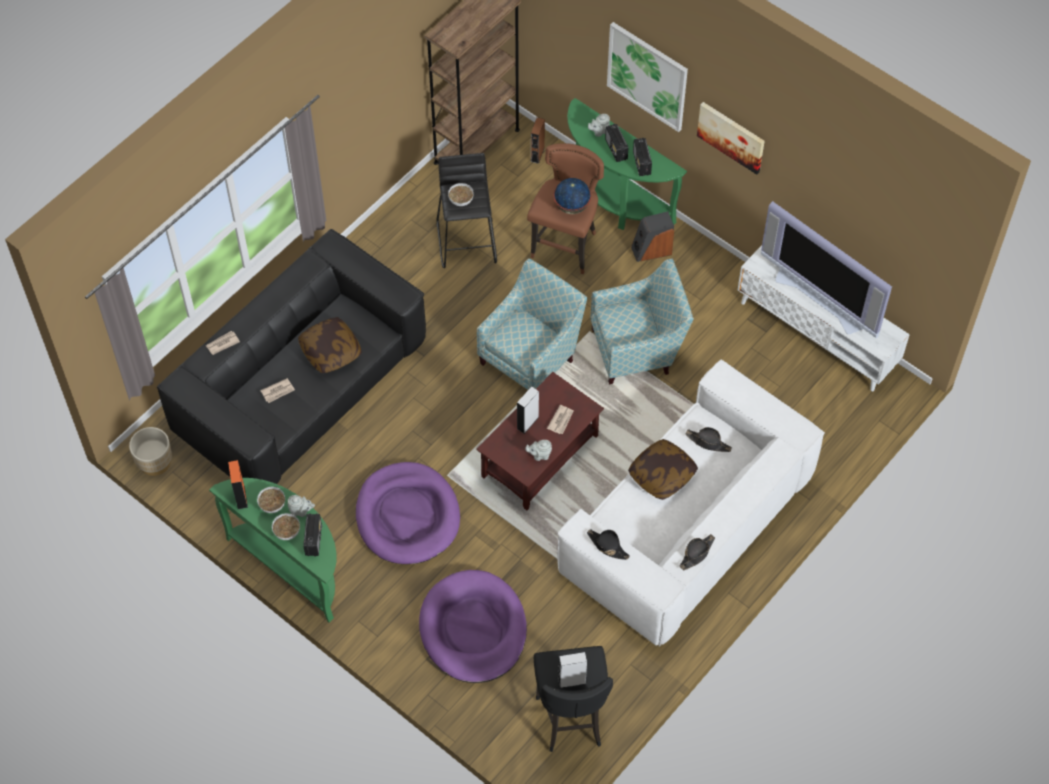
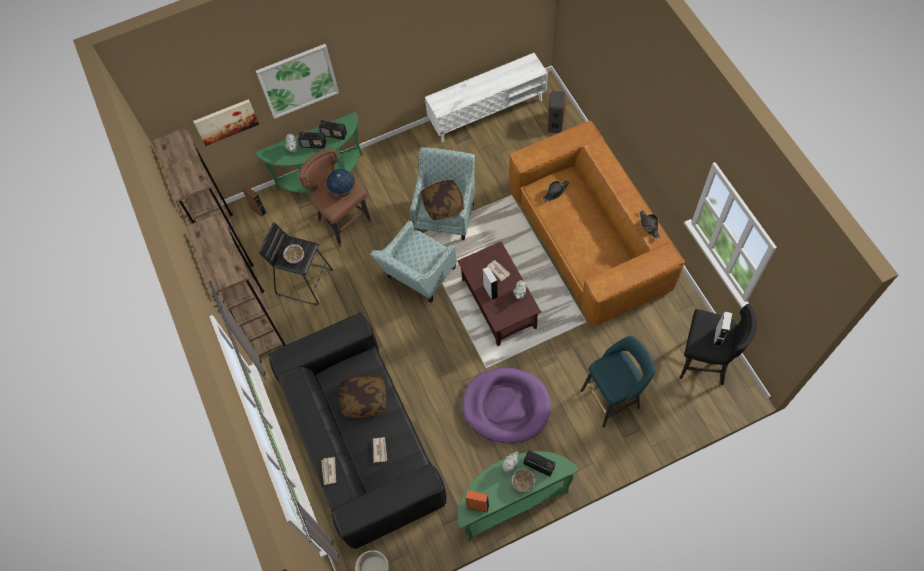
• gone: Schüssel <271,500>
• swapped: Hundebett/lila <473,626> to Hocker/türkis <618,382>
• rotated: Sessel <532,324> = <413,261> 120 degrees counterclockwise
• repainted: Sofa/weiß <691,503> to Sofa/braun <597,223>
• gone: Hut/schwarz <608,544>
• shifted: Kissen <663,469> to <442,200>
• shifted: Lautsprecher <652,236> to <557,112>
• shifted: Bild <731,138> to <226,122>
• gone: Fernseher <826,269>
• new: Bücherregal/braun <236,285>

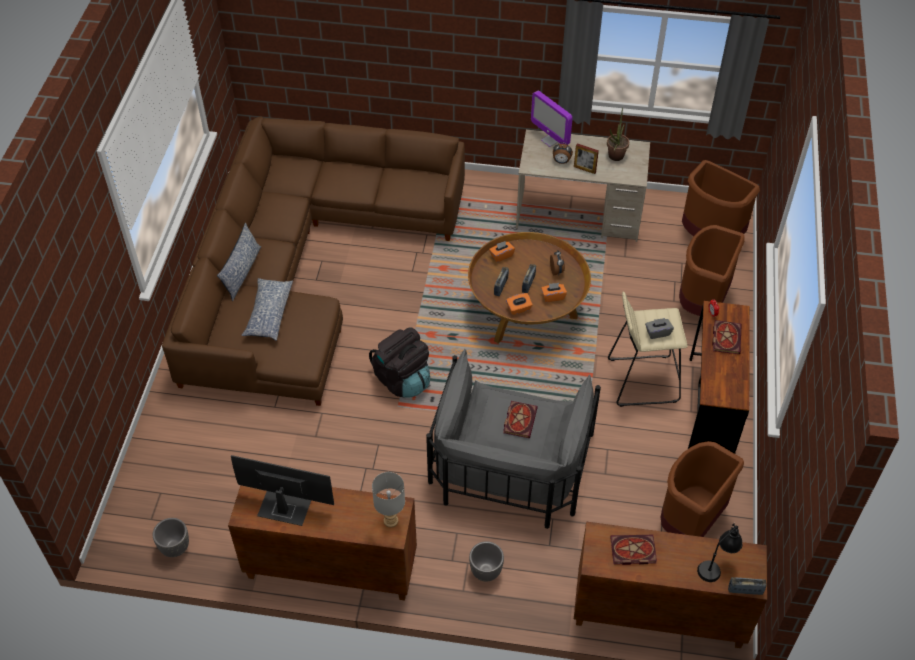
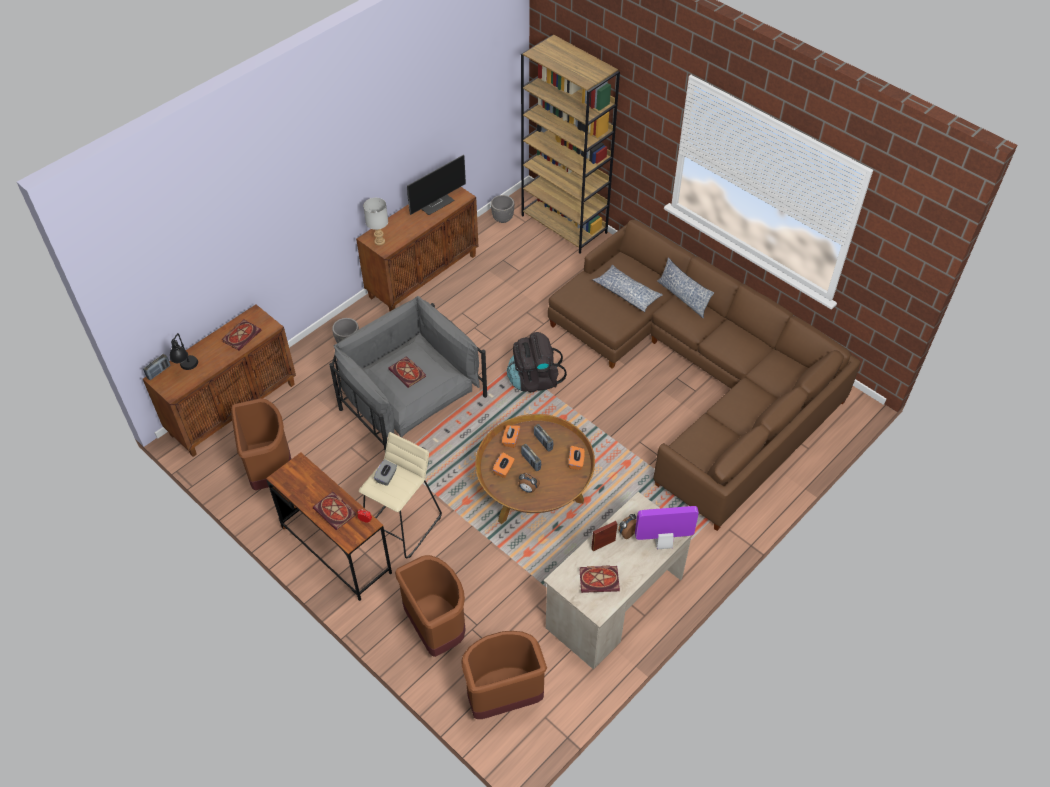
• swapped: Topfpflanze <618,134> to Buch <599,579>
• new: Bücherregal/braun <570,144>

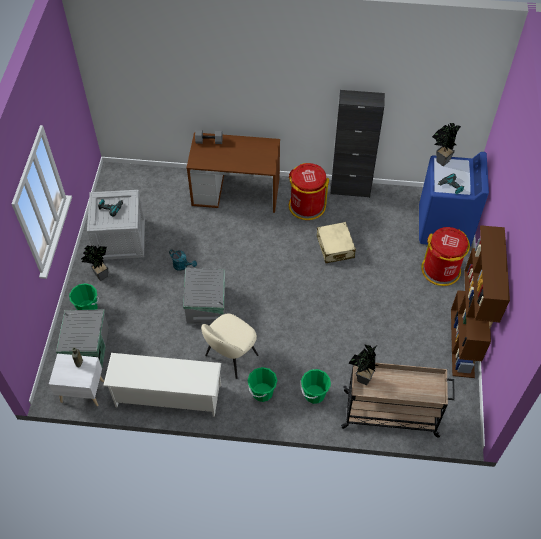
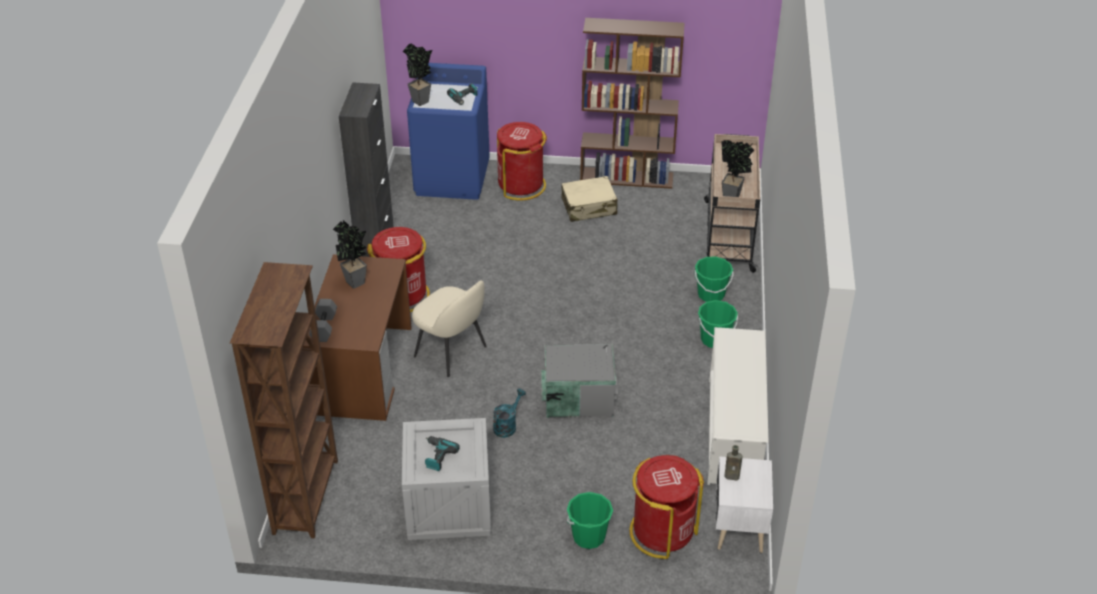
• swapped: Aufbewahrungsbox/grau <82,338> to Mülleimer/rot <667,507>
• shifted: Topfpflanze <94,263> to <350,254>
• shifted: Stuhl/beige <229,346> to <449,328>
• shifted: Koffer/beige <336,242> to <589,199>
• new: Bücherregal/braun <284,400>

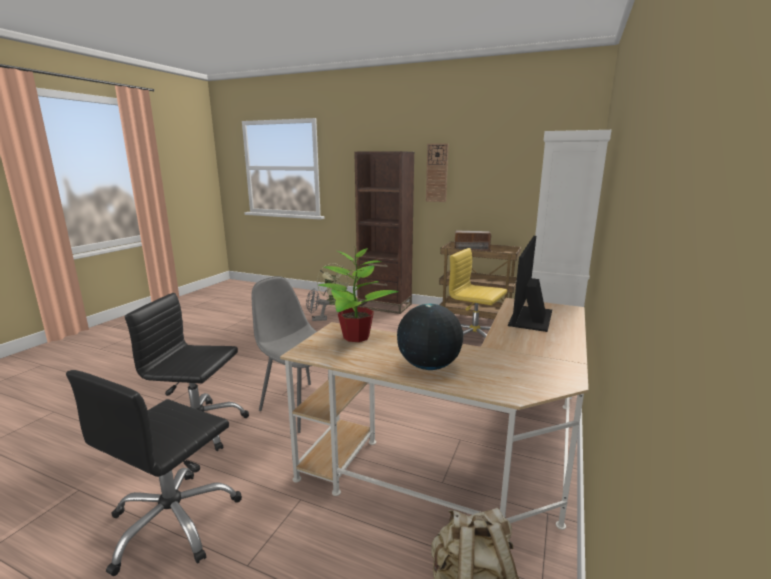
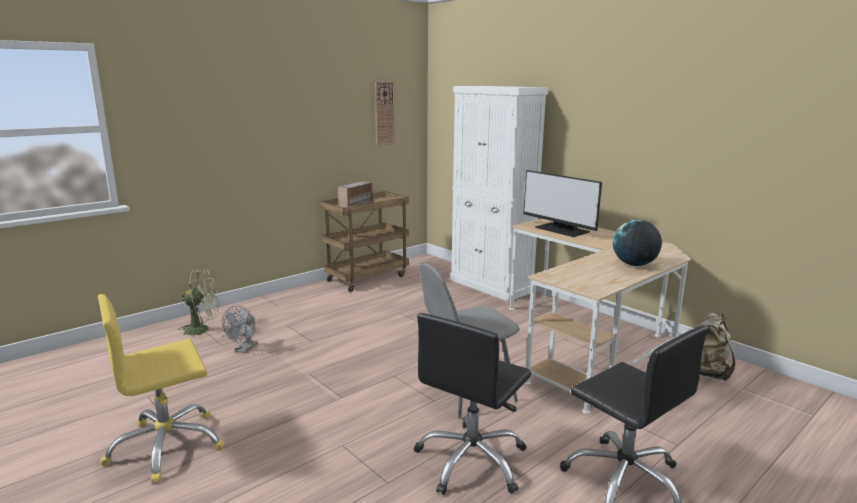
• gone: Topfpflanze <358,294>
• gone: Bücherregal/braun <384,232>
• shifted: Wanduhr <437,172> to <385,113>
• shifted: Bürostuhl/gelb <478,293> to <161,388>

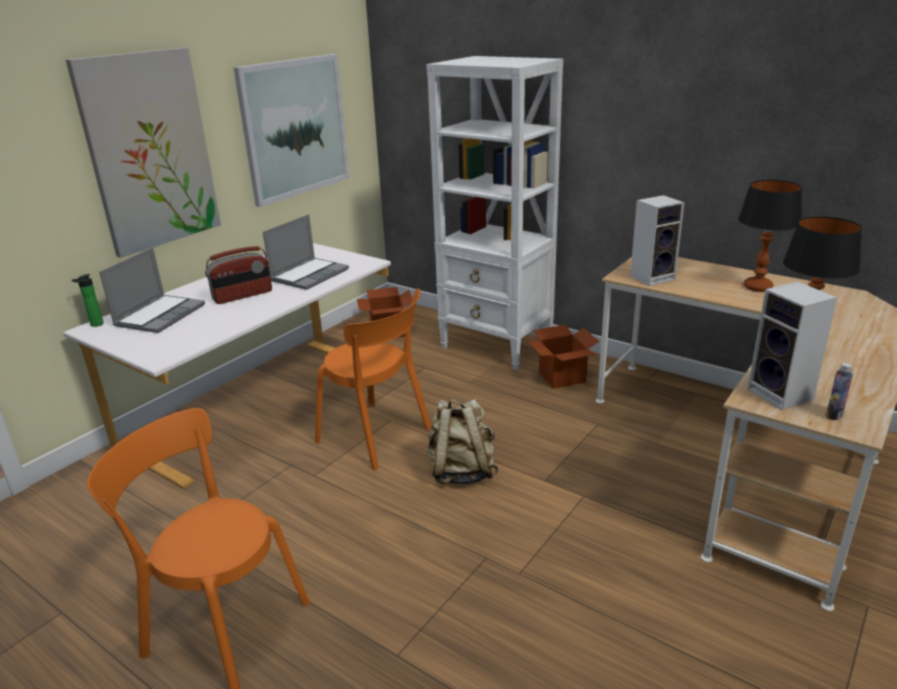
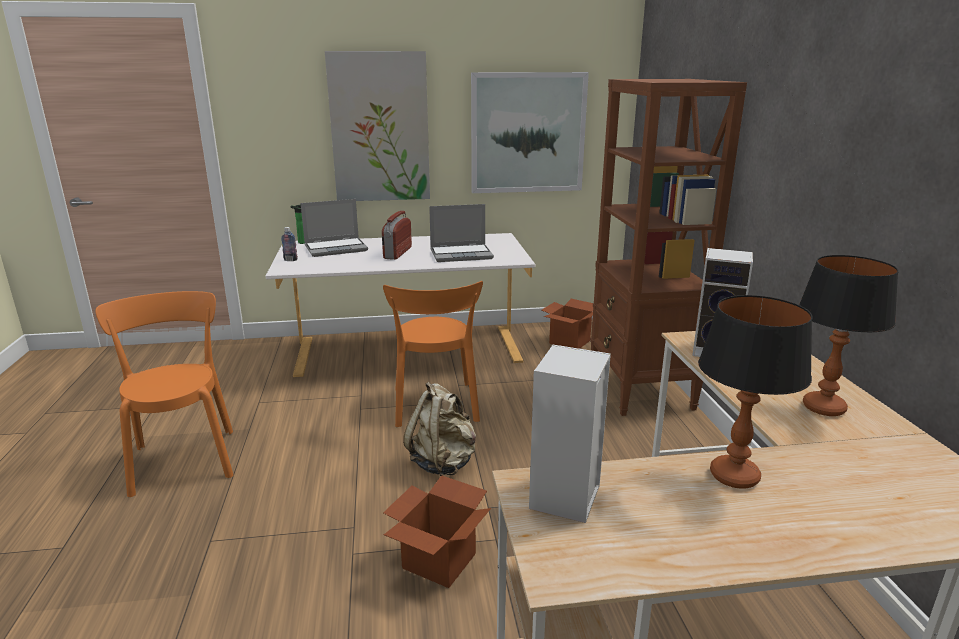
• rotated: Radio <238,275> = <397,235> 90 degrees clockwise
• repainted: Bücherregal/weiß <494,213> to Bücherregal/braun <668,247>
• shifted: Karton <563,357> to <437,531>
• shifted: Flasche <839,391> to <289,244>

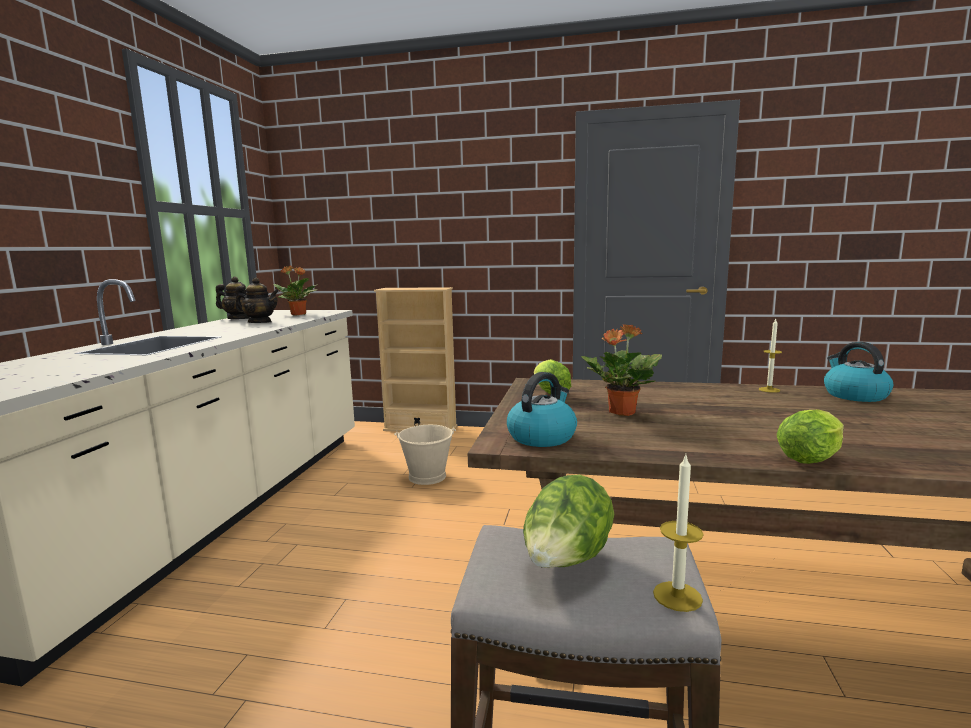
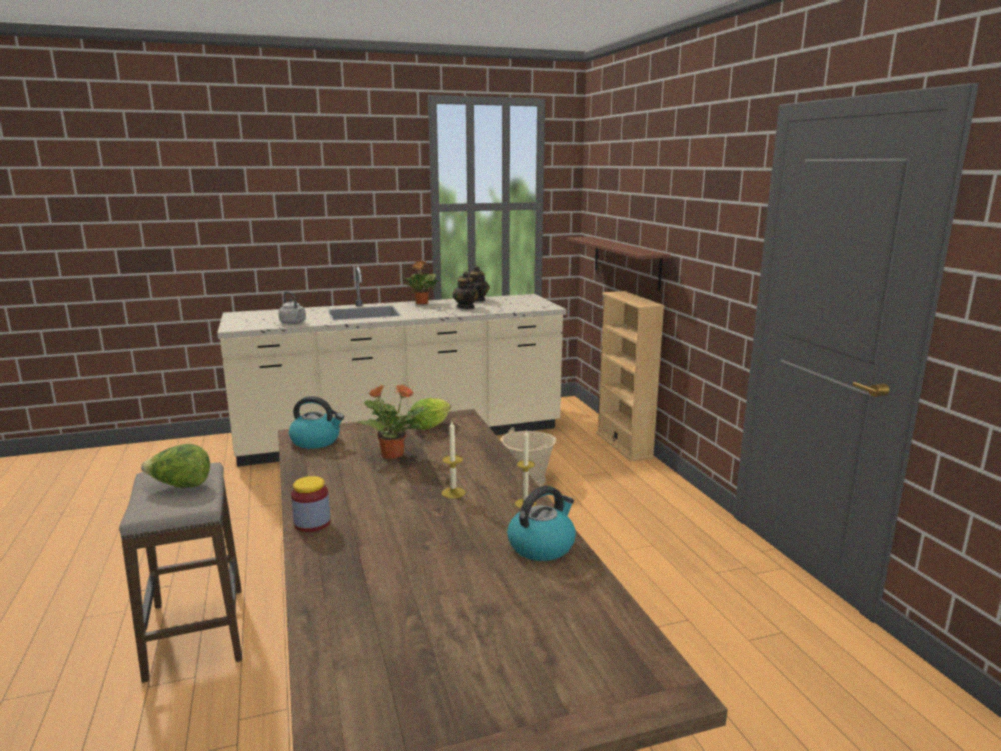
• shifted: Topfpflanze <295,290> to <420,282>
• shifted: Kerze <678,532> to <453,460>
• swapped: Salatkopf <810,437> to Vorratsglas <311,504>
• new: Wasserkessel/grau <292,308>
• new: Wandregal/braun <619,264>

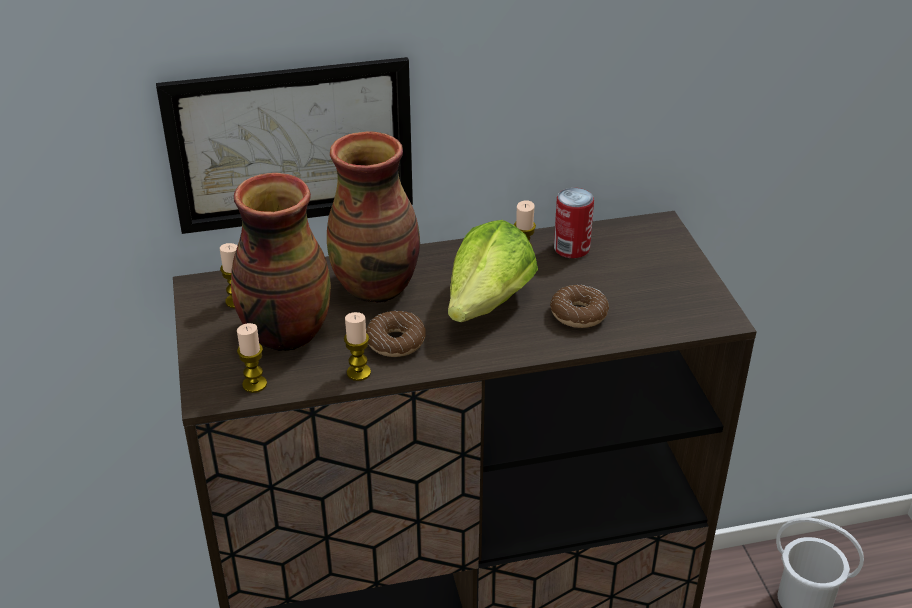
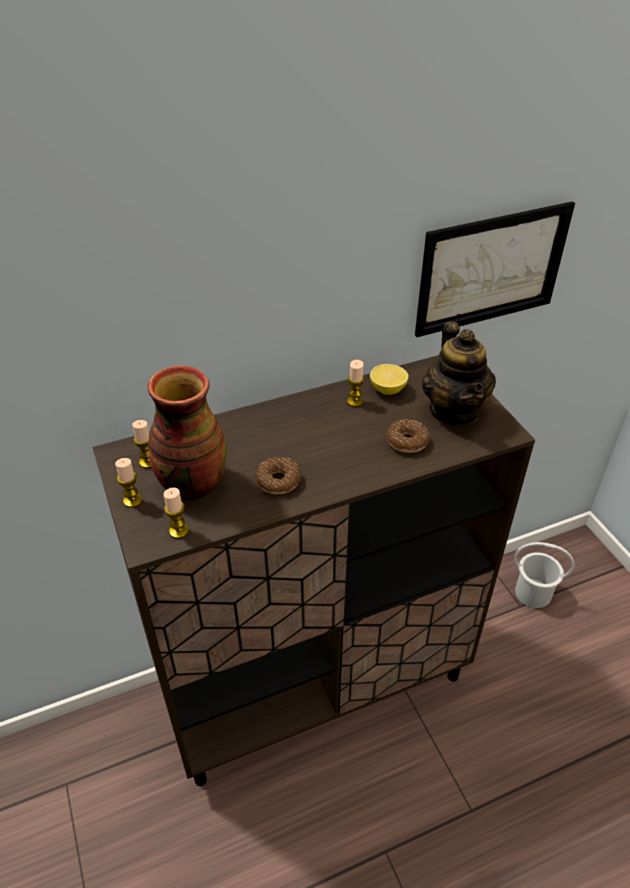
• shifted: Bild <284,145> to <495,269>
• gone: Vase <373,217>
• shifted: Kerze <357,346> to <128,483>
• gone: Salatkopf <493,271>
• swapped: Dose <574,223> to Zitrone <389,379>
• new: Teekanne <459,374>

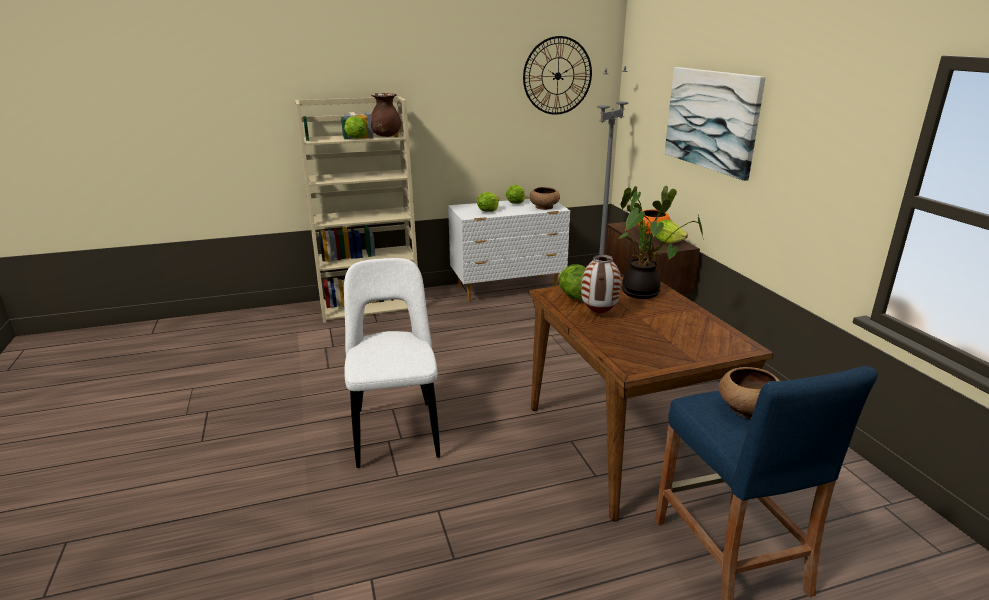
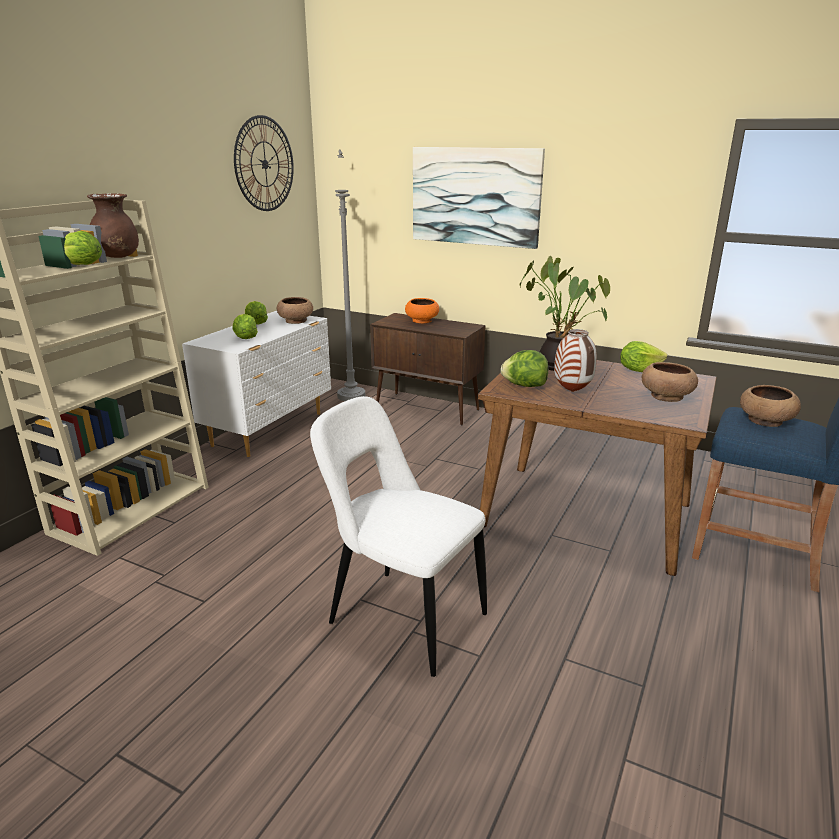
• shifted: Salatkopf <671,232> to <643,356>
• new: Schüssel/braun <670,382>

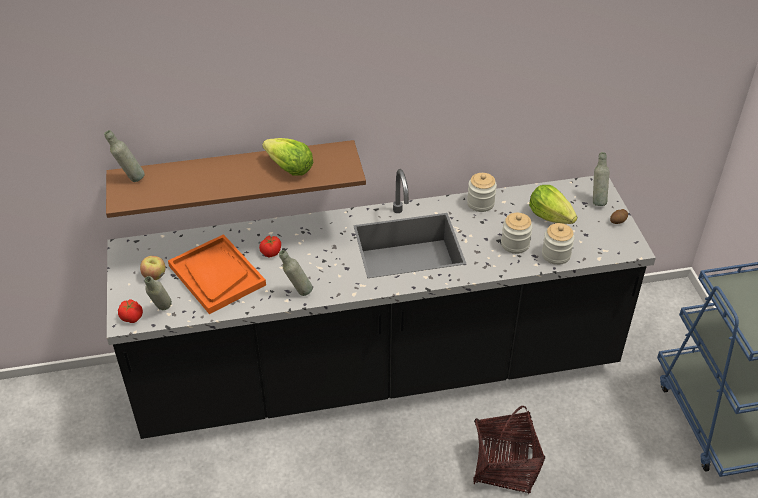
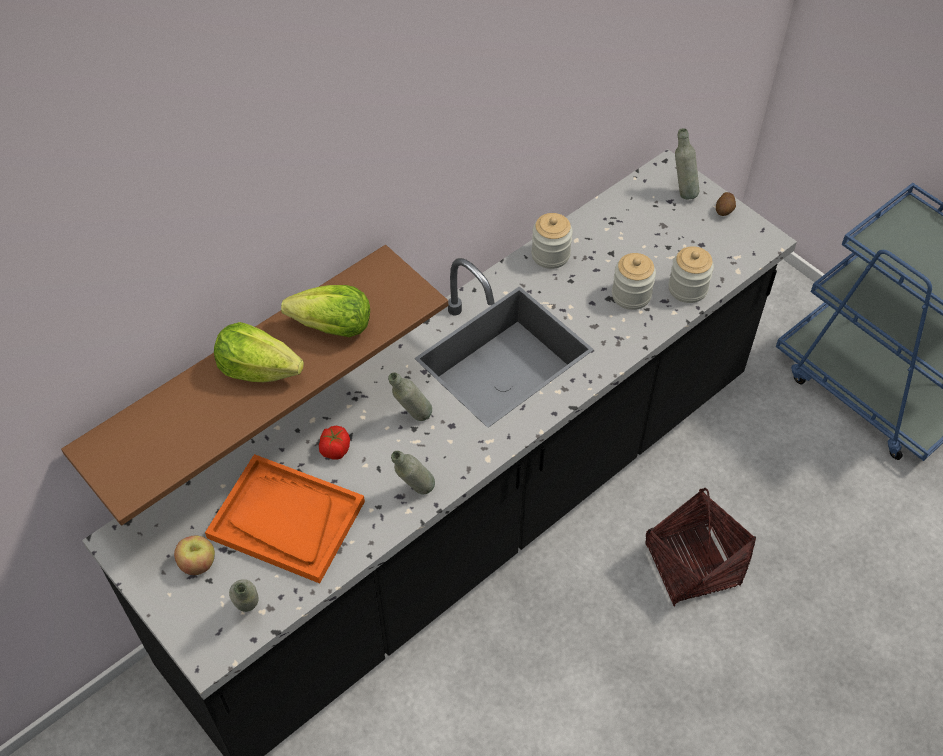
• shifted: Flasche/grau <124,156> to <410,396>
• gone: Tomate <130,311>
• shifted: Salatkopf <553,204> to <259,352>

